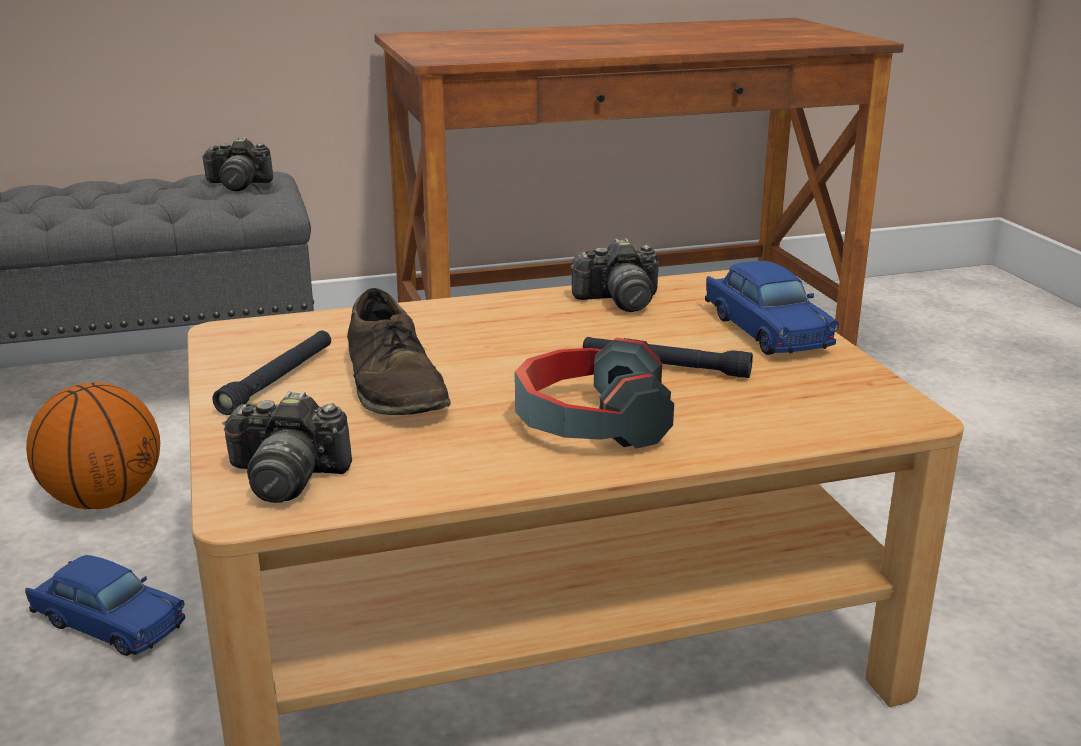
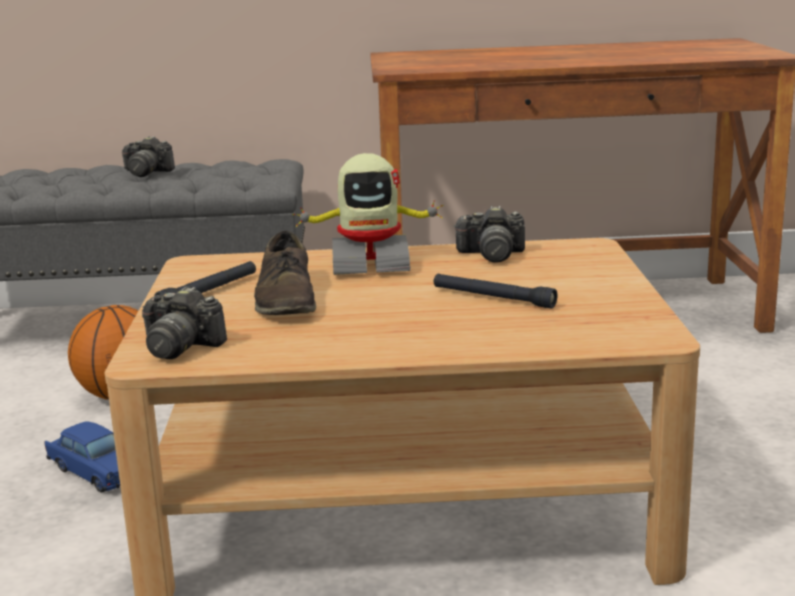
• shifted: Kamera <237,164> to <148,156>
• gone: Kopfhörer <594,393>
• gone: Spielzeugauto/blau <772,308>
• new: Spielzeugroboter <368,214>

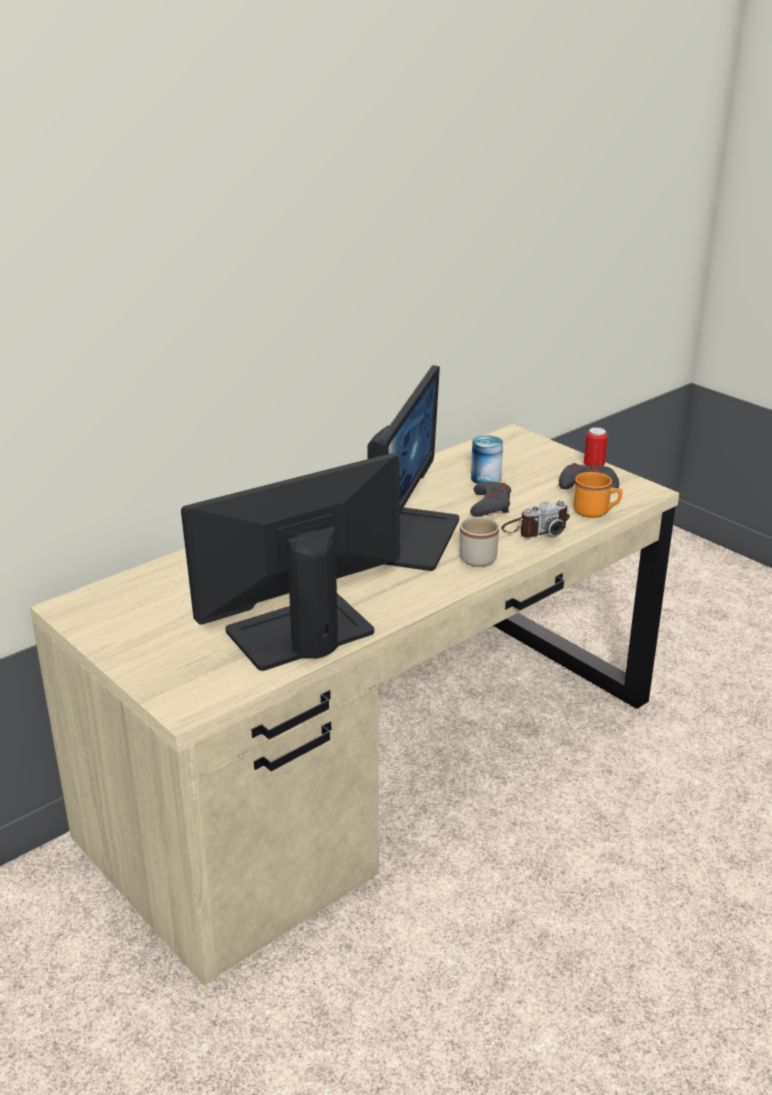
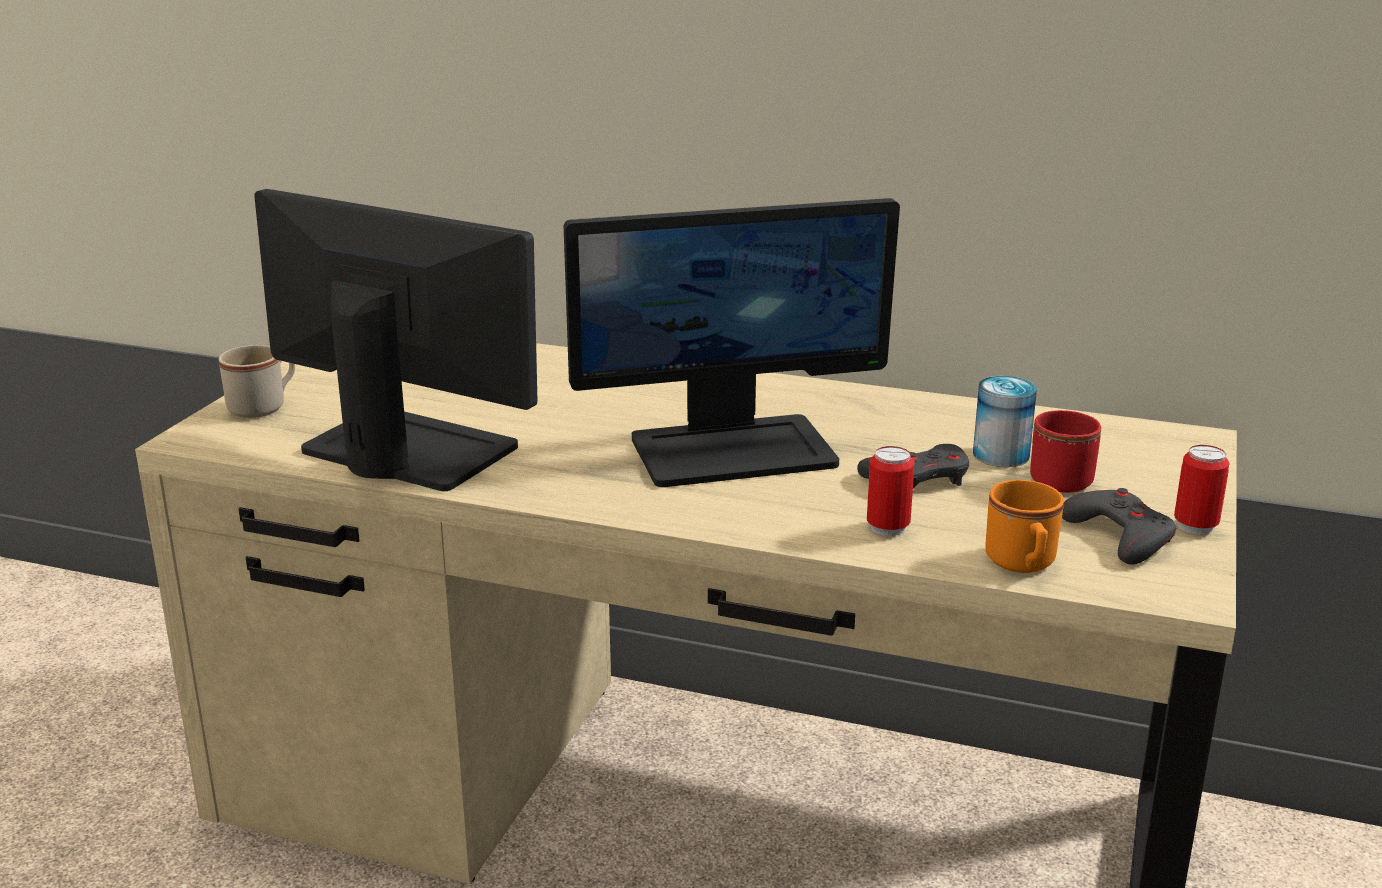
• shifted: Henkelbecher/beige <479,541> to <256,381>
• swapped: Kamera <535,519> to Dose <890,491>
• new: Henkelbecher/rot <1065,451>

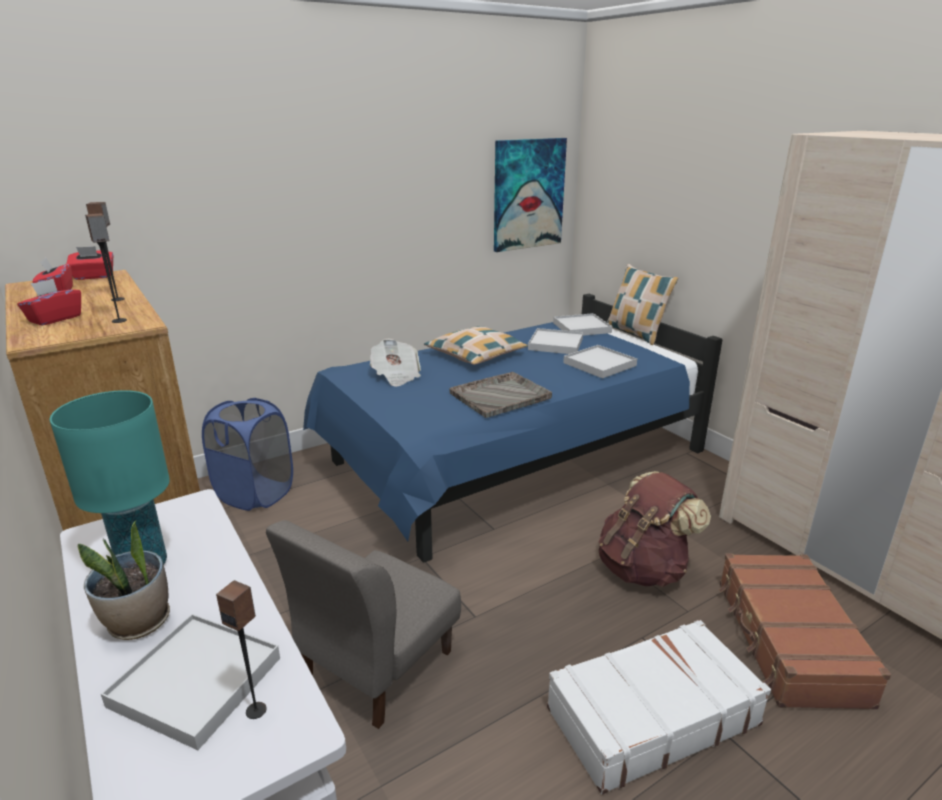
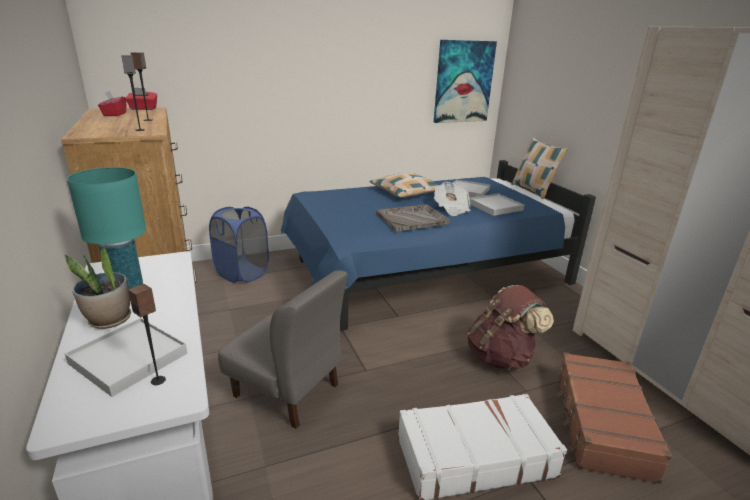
• gone: Taschentuchbox/rot <49,302>
• rotated: Stuhl/grau <363,624> = <283,349> 105 degrees counterclockwise
• shifted: Zeitung <395,363> to <452,199>
• gone: Tablett/weiß <582,324>

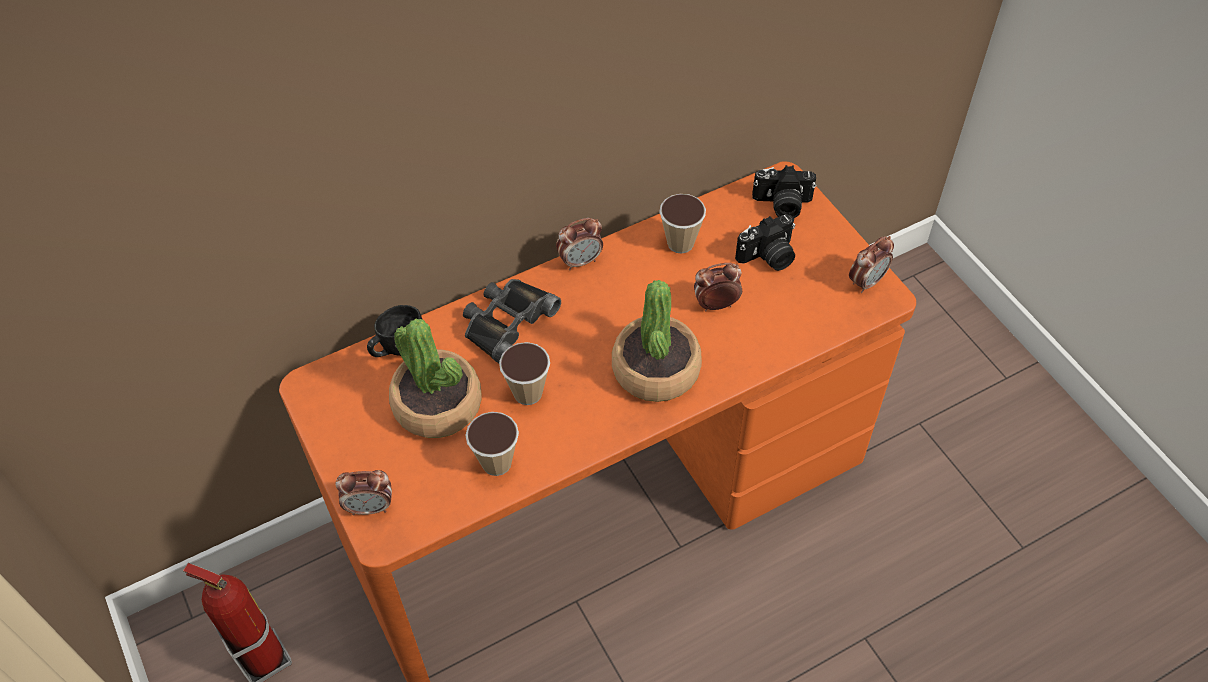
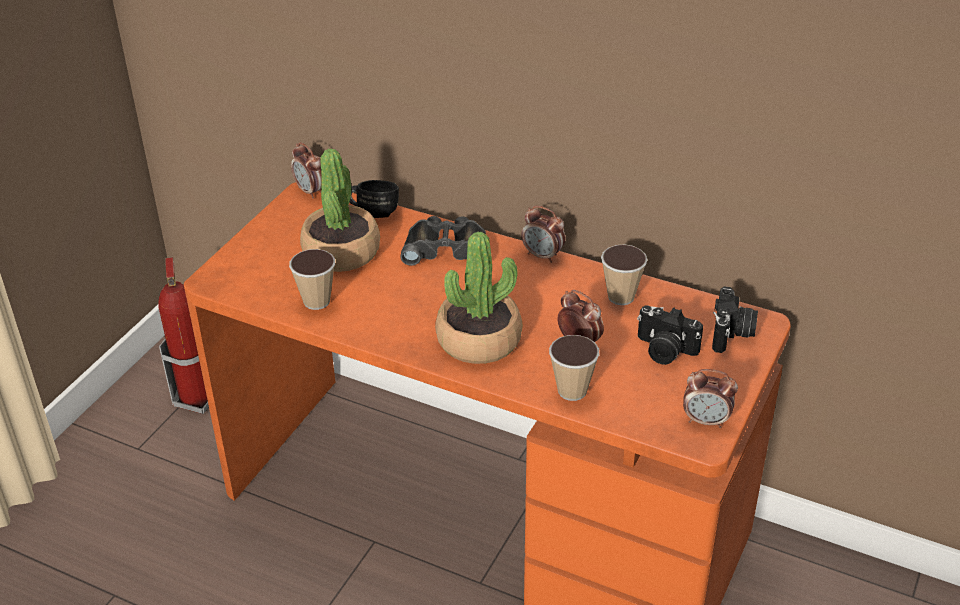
• shifted: Wecker <364,492> to <306,170>
• shifted: Tasse <524,373> to <574,368>
• rotated: Kamera <784,191> = <735,319> 135 degrees counterclockwise

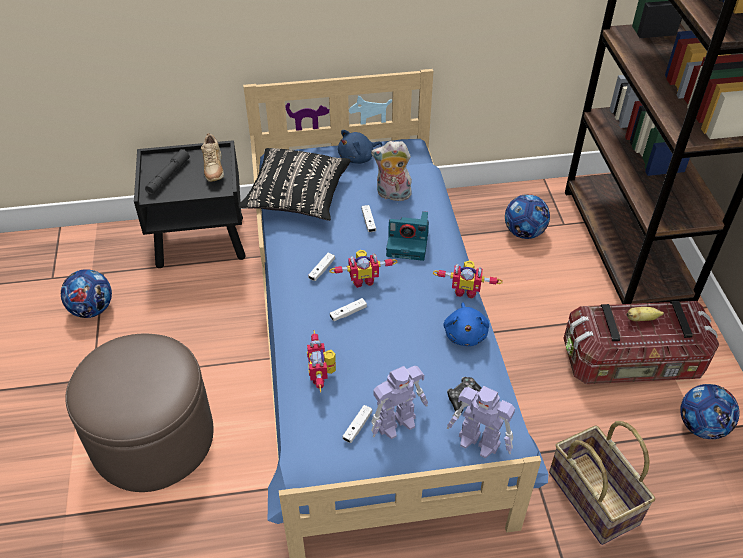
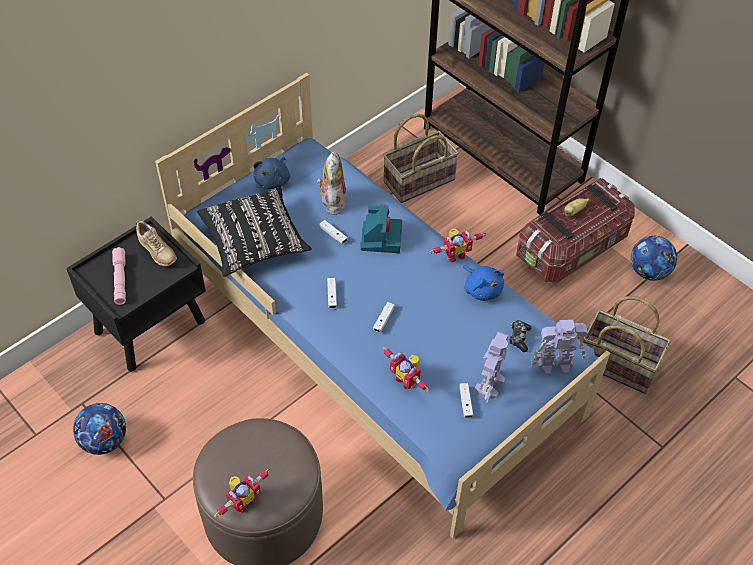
• repainted: Taschenlampe/grau <167,172> to Taschenlampe/rosa <119,276>
• shifted: Spielzeugroboter <363,269> to <243,493>
• rotated: Plüschtier <391,171> = <332,183> 120 degrees clockwise
• rotated: Kamera <407,236> = <381,229> 60 degrees counterclockwise
• swapped: Fußball <527,216> to Korb <421,158>

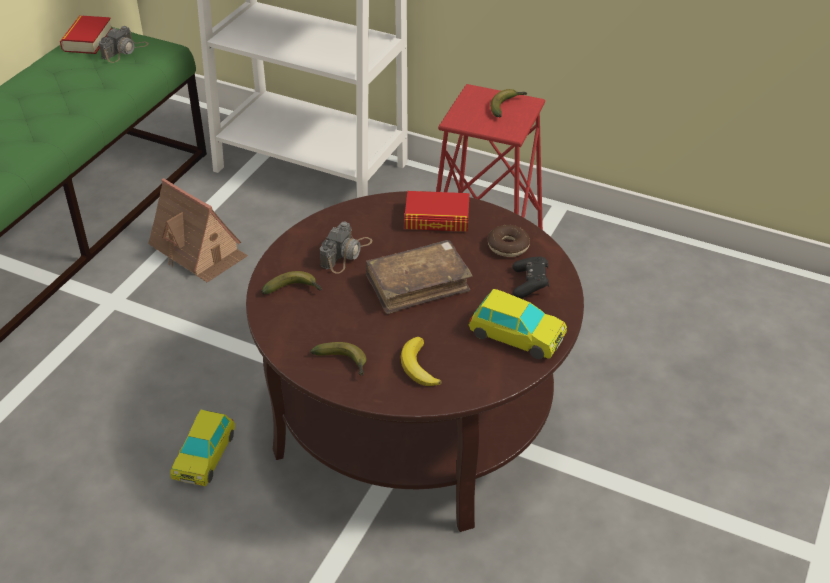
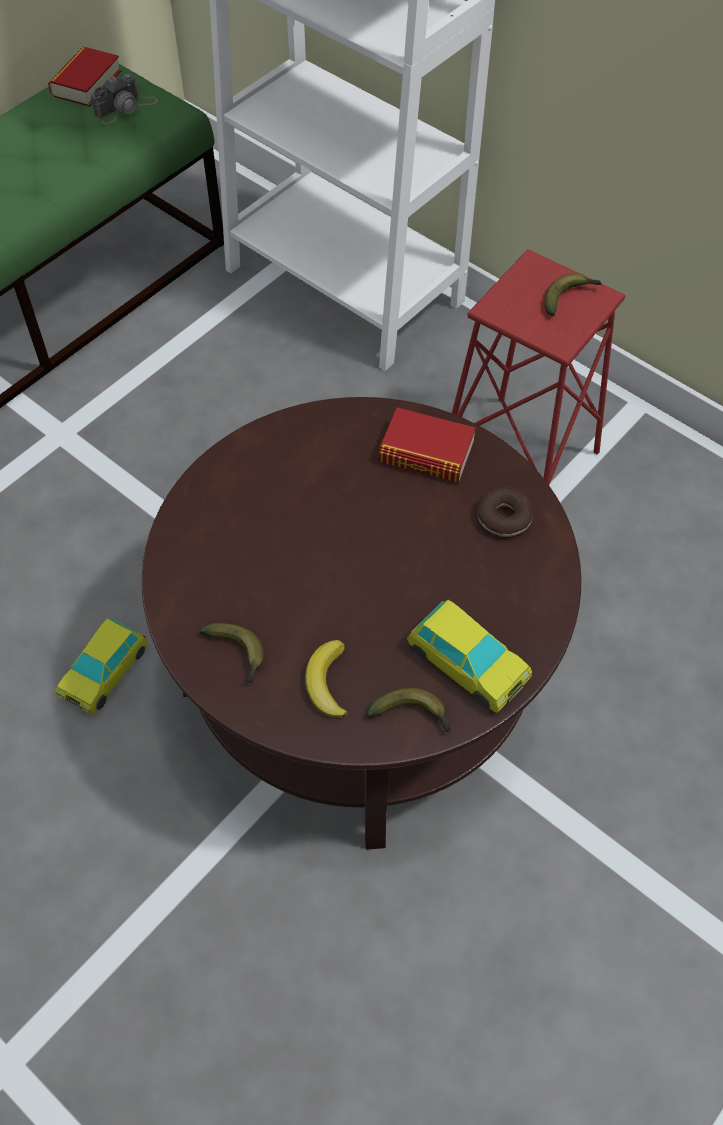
• gone: Spielzeughaus <198,230>
• shifted: Banane <291,282> to <408,710>
• gone: Kamera <346,248>
• gone: Buch/braun <419,277>
• gone: Gamepad/schwarz <530,278>

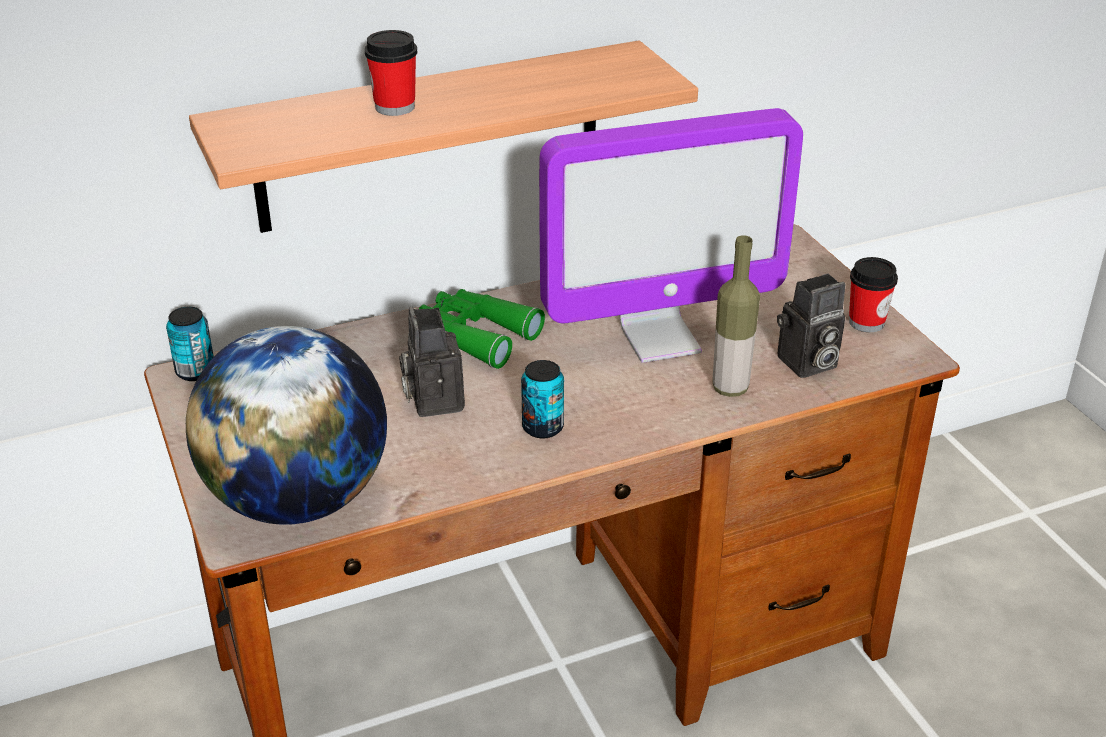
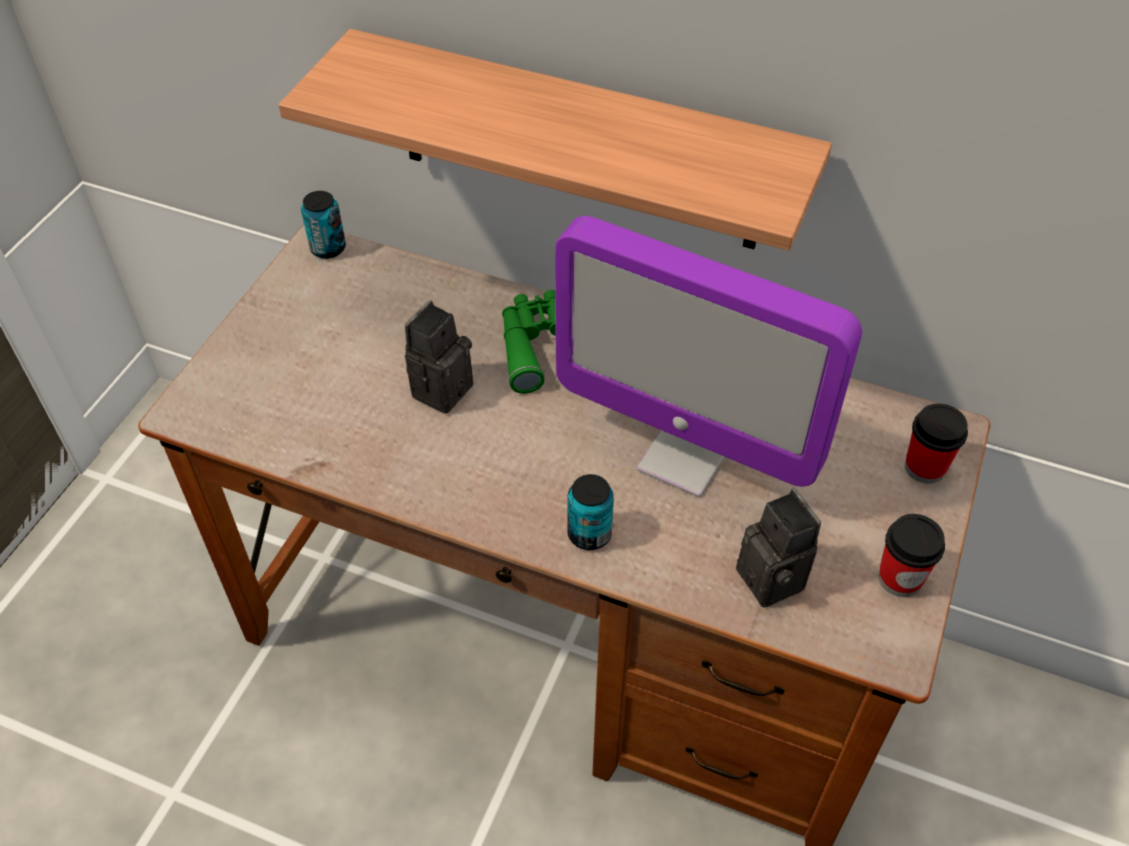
• gone: Globus <286,425>
• shifted: Tasse <391,73> to <936,443>
• shifted: Dose <542,399> to <590,512>
• gone: Flasche <736,316>
• rotated: Kamera <811,325> = <778,548> 135 degrees counterclockwise

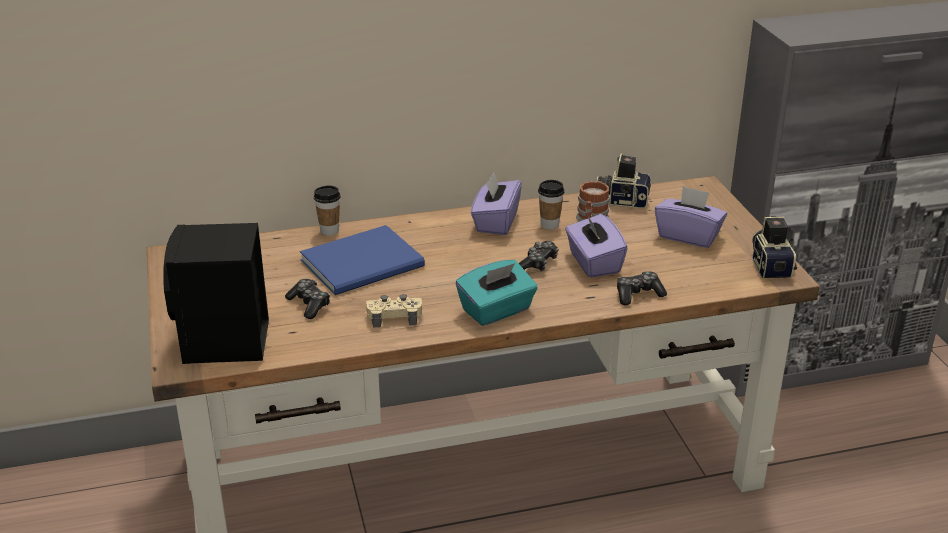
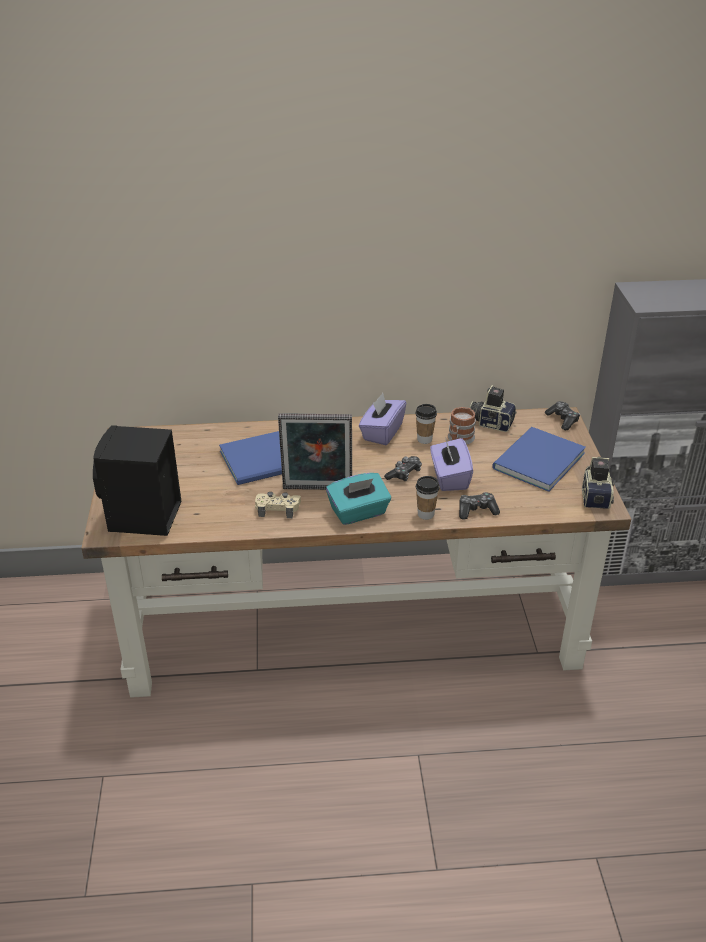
• shifted: Gamepad <307,299> to <562,415>
• shifted: Tasse <327,210> to <428,498>
• swapped: Taschentuchbox/lila <691,217> to Buch/blau <539,459>
• new: Bilderrahmen <315,451>

